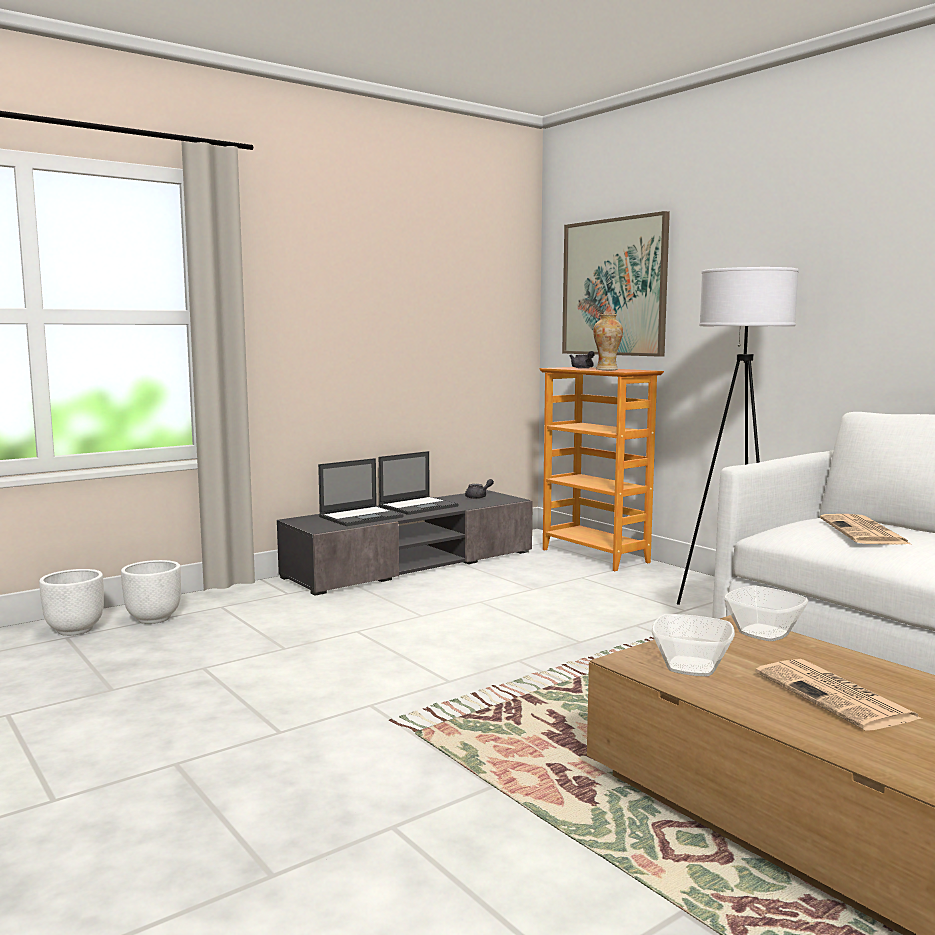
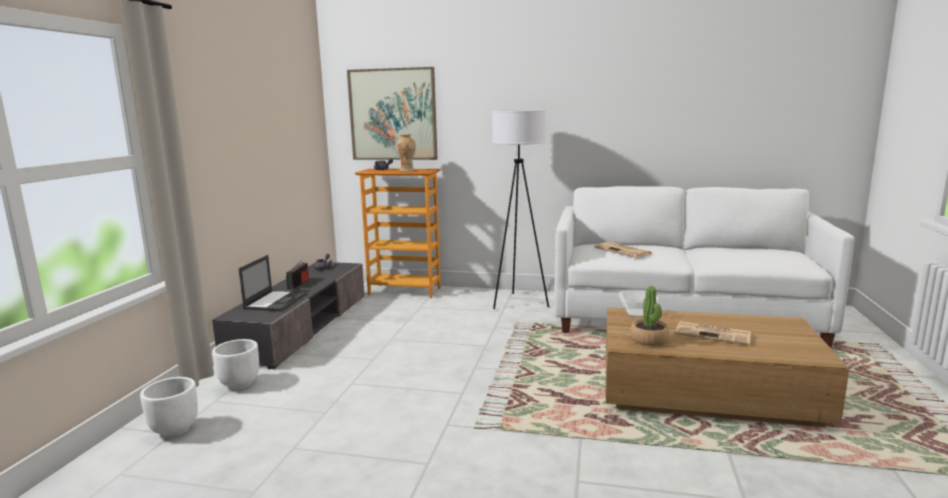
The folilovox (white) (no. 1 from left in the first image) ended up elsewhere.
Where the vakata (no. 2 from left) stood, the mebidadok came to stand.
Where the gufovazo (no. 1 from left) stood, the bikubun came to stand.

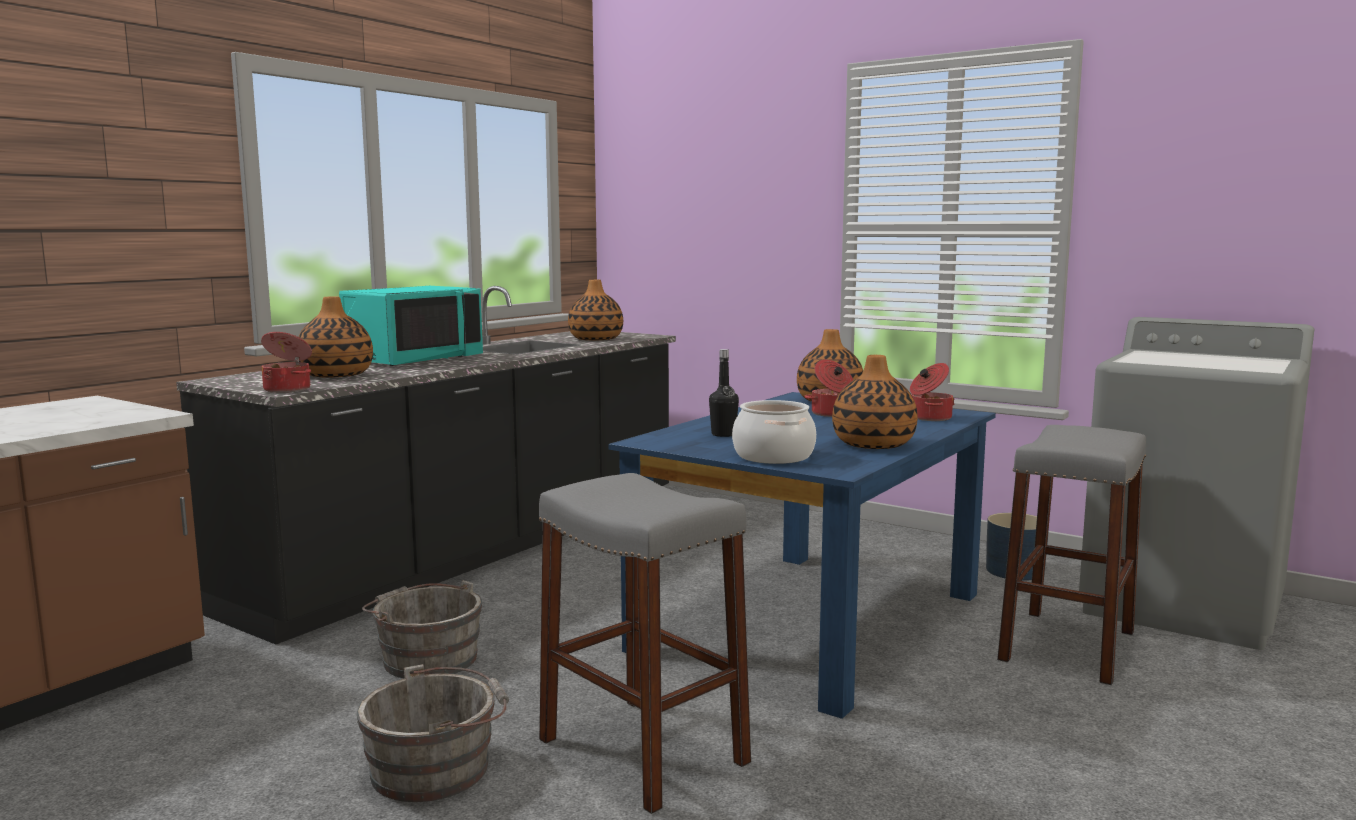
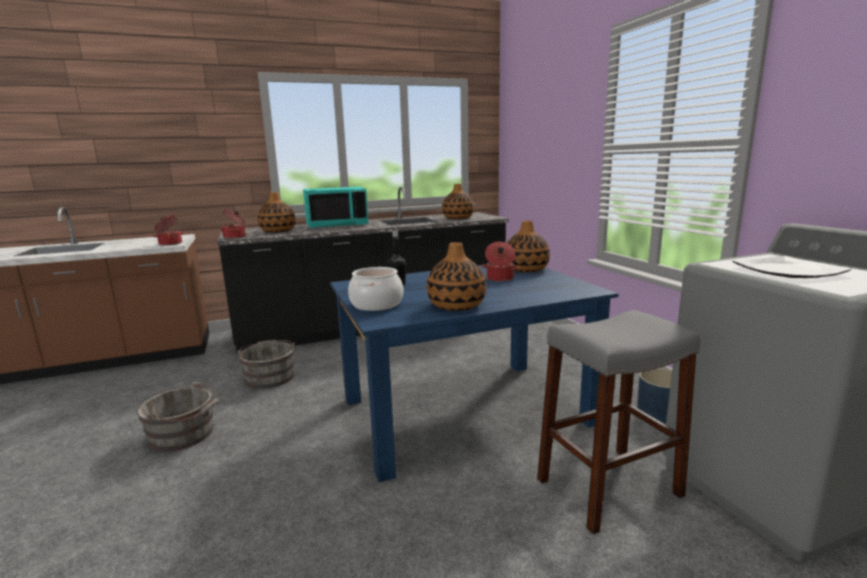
The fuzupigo (no. 4 from left in the first image) ended up elsewhere.
The second view gained the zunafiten.
The second view lost the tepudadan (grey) (no. 1 from left).

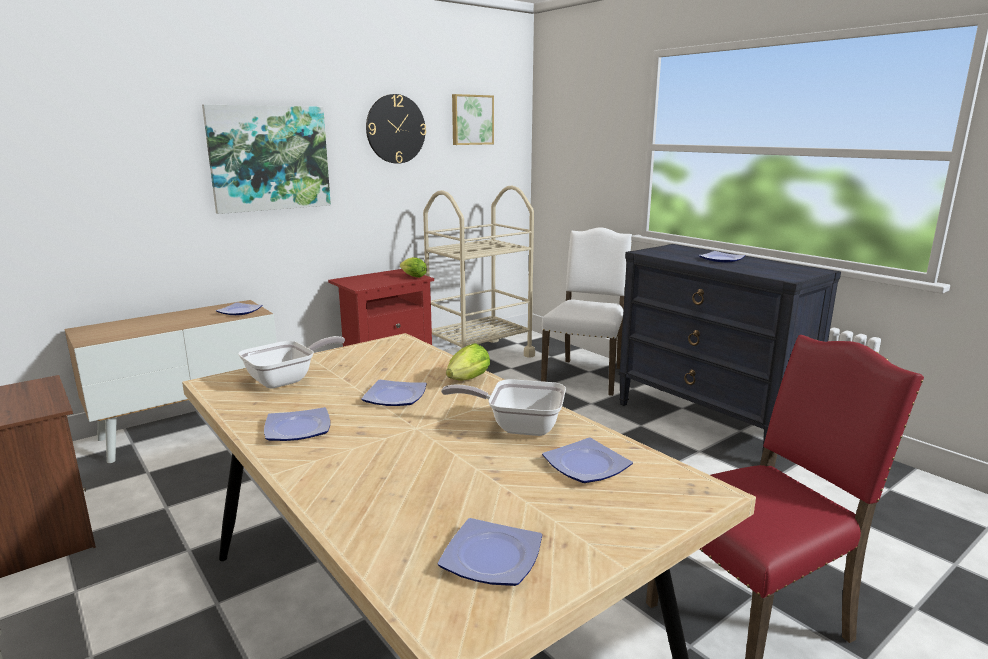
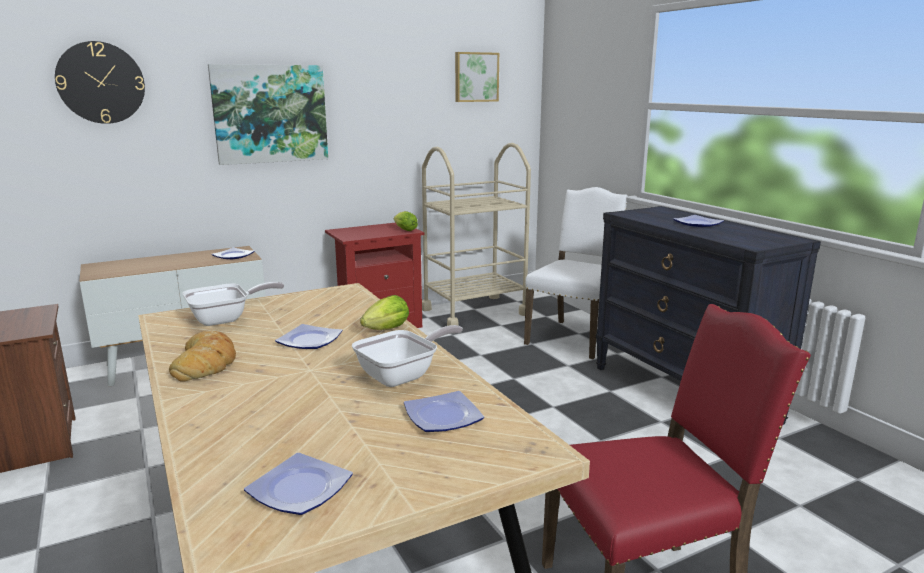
The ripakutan ended up elsewhere.
Where the zunafiten (no. 2 from left) stood, the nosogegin came to stand.
The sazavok (no. 2 from left) ended up facing another way, 120 degrees clockwise from before.

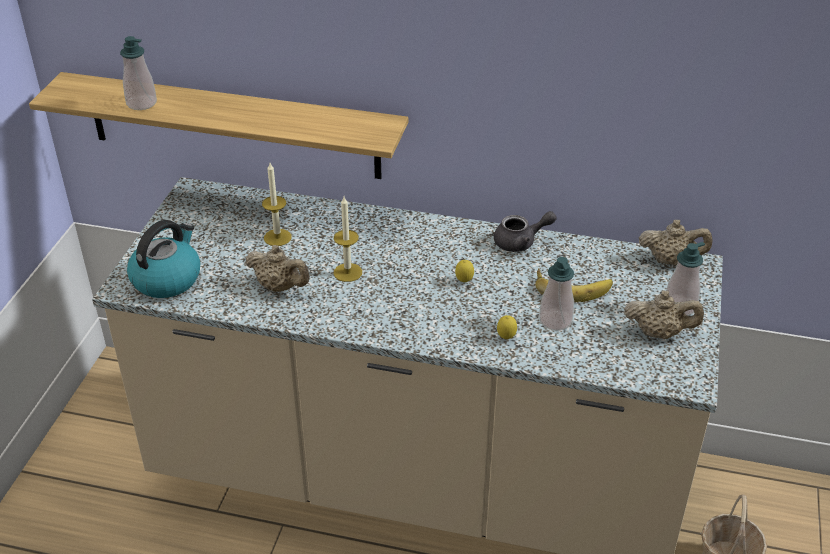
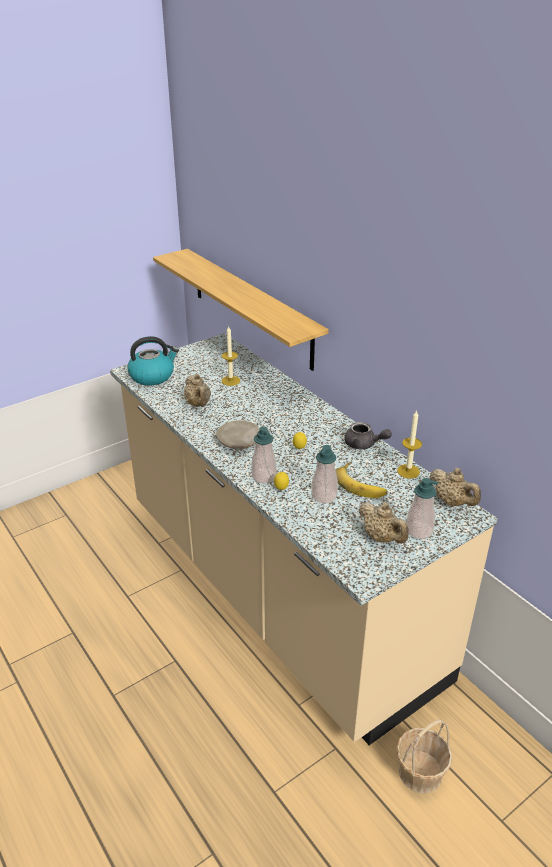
The second view gained the zunafiten (beige).
The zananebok (no. 1 from left) ended up elsewhere.
The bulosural (no. 2 from left) ended up elsewhere.

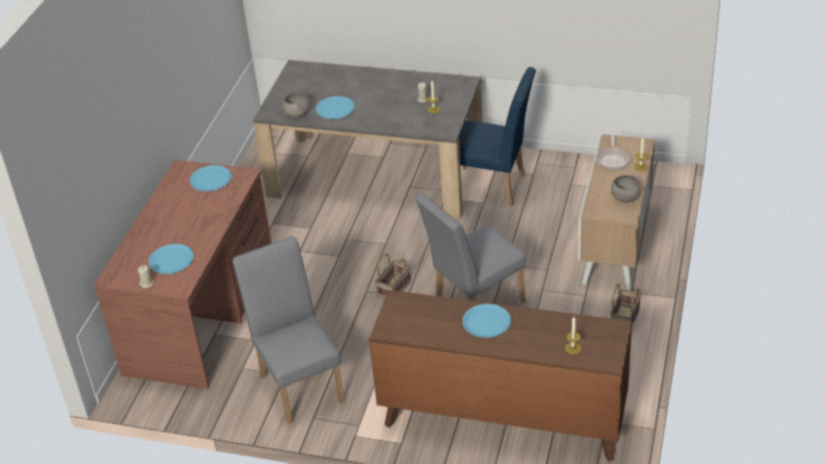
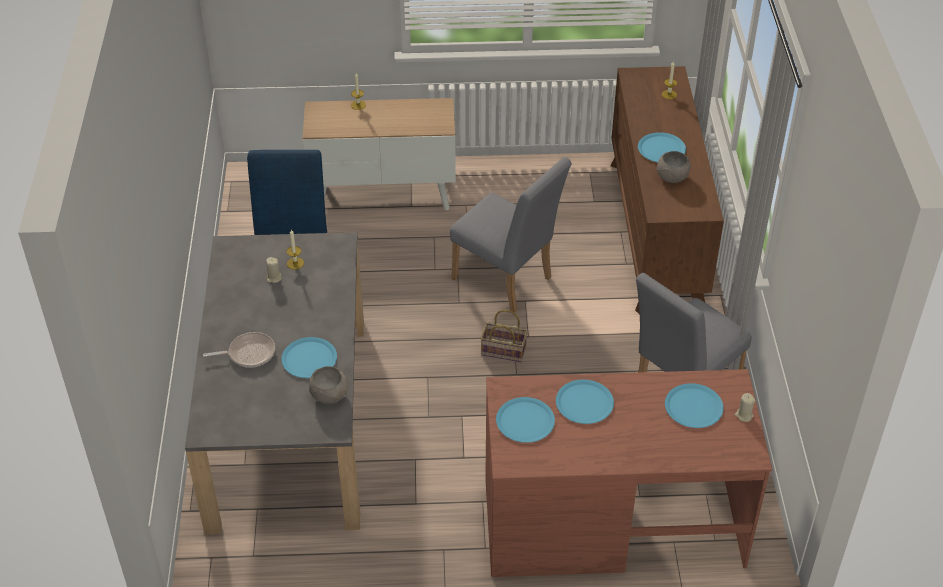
The sazavok ended up elsewhere.
The second view gained the zunafiten (blue) (no. 3 from left).
The gufovazo (grey) (no. 2 from left) ended up elsewhere.
The second view lost the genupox (no. 2 from left).

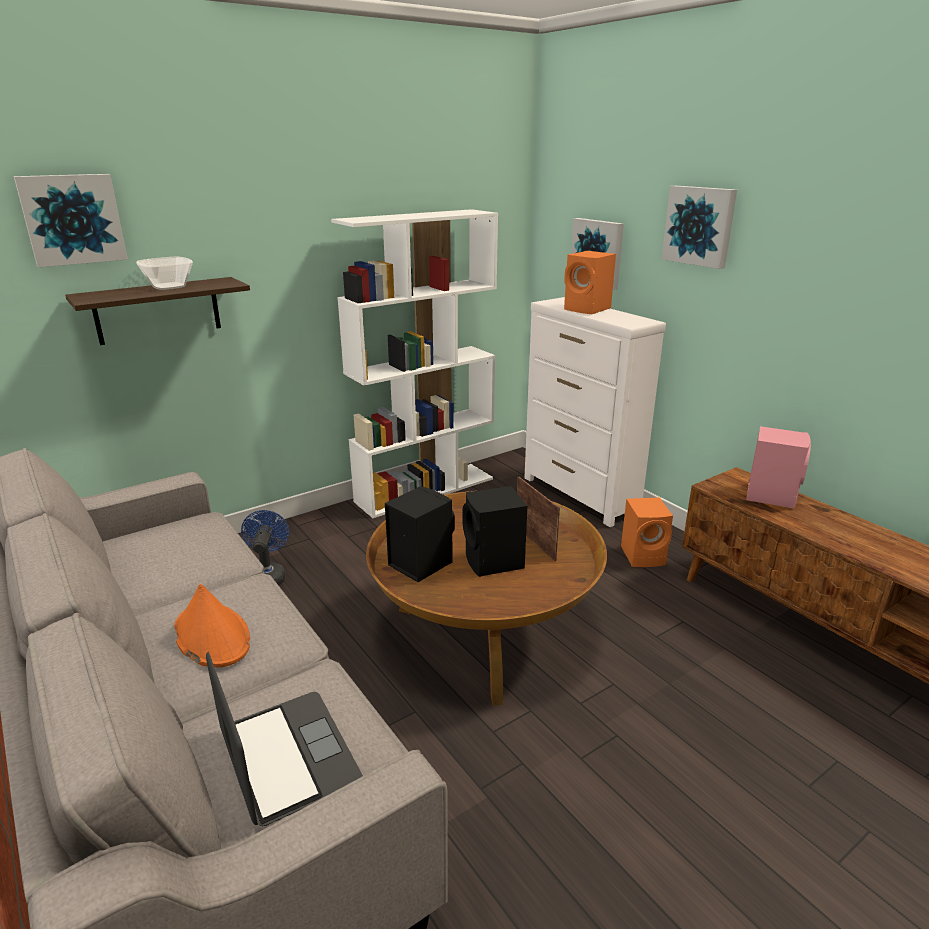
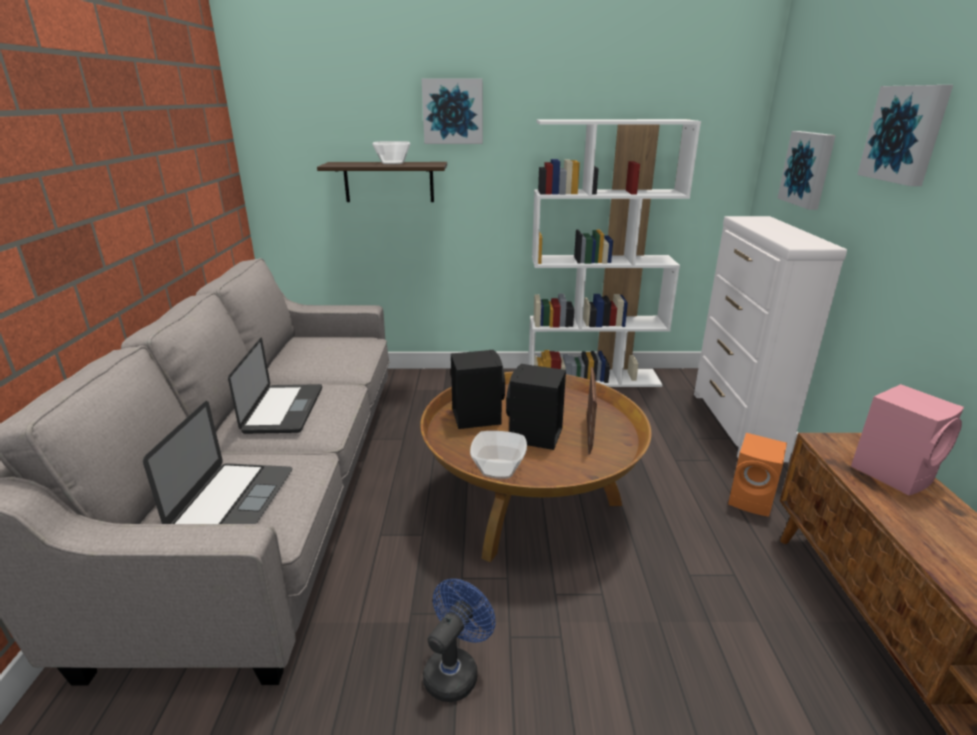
Where the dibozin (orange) stood, the vakata (no. 2 from left) came to stand.
The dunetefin (no. 1 from left) ended up elsewhere.
The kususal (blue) ended up elsewhere.
The second view gained the gufovazo (no. 2 from left).
The second view lost the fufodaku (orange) (no. 1 from left).

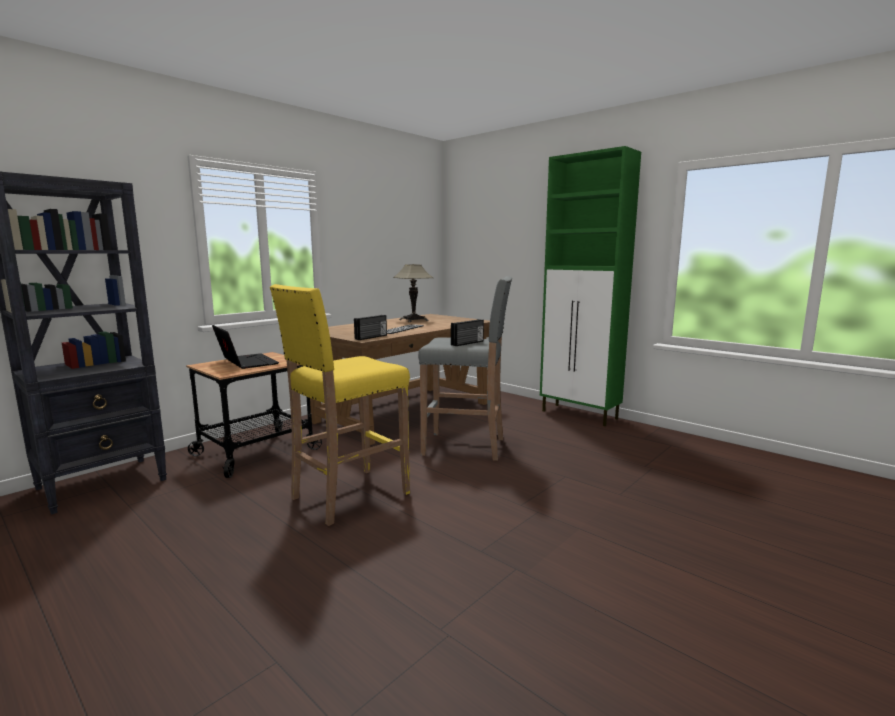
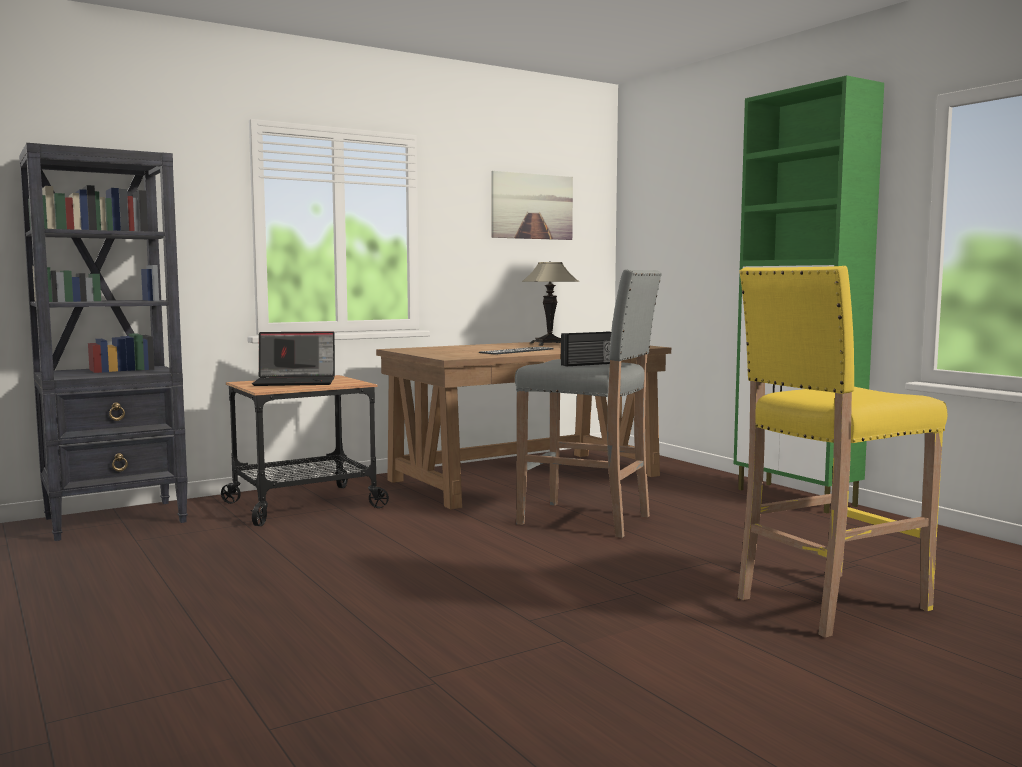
The vakata ended up facing another way, 105 degrees clockwise from before.
The second view gained the dunetefin.
The tepudadan (yellow) ended up elsewhere.
The second view lost the mebidadok (no. 1 from left).

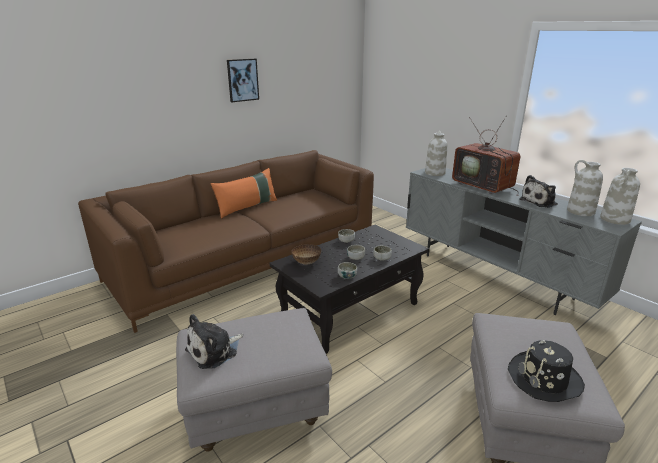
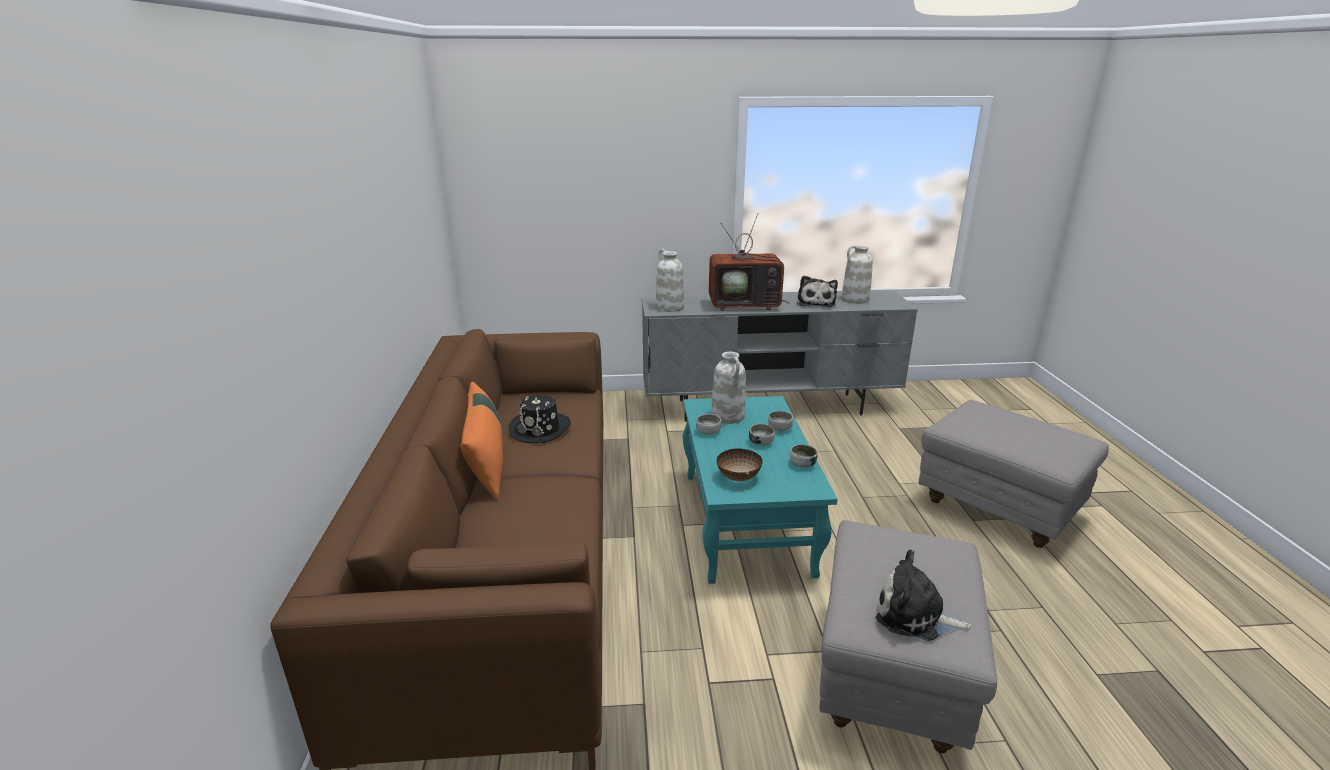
The dibozin (black) ended up elsewhere.
What was the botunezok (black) turned into the botunezok (turquoise).
The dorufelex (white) (no. 3 from left in the first image) ended up elsewhere.
The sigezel (no. 1 from left in the first image) ended up facing another way, 120 degrees clockwise from before.
The second view lost the dunetefin.

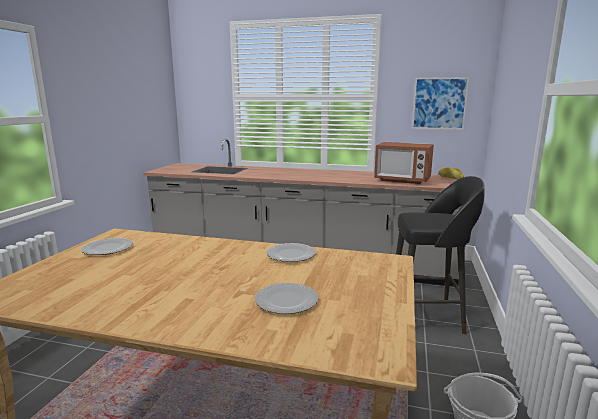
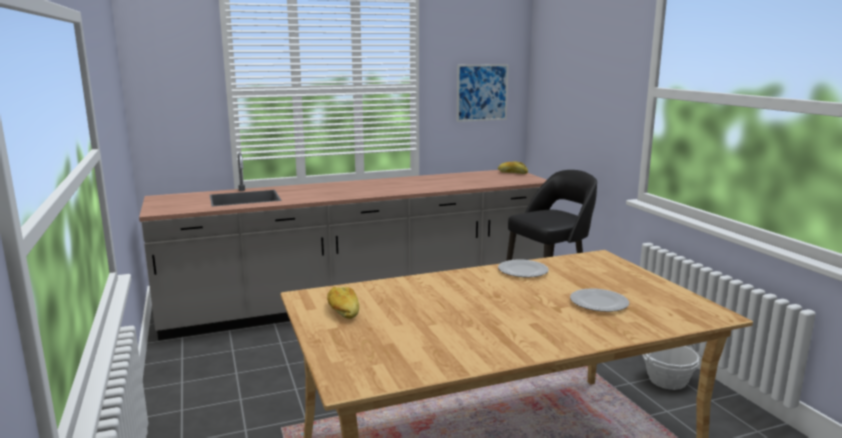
Where the zunafiten (no. 1 from left) stood, the nosogegin (no. 1 from left) came to stand.
The second view lost the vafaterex.

